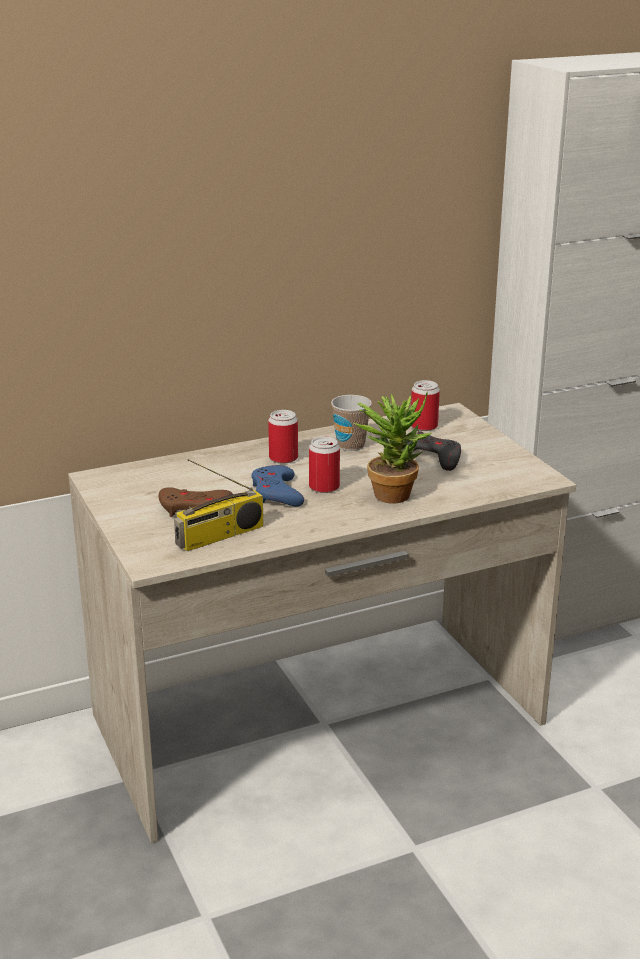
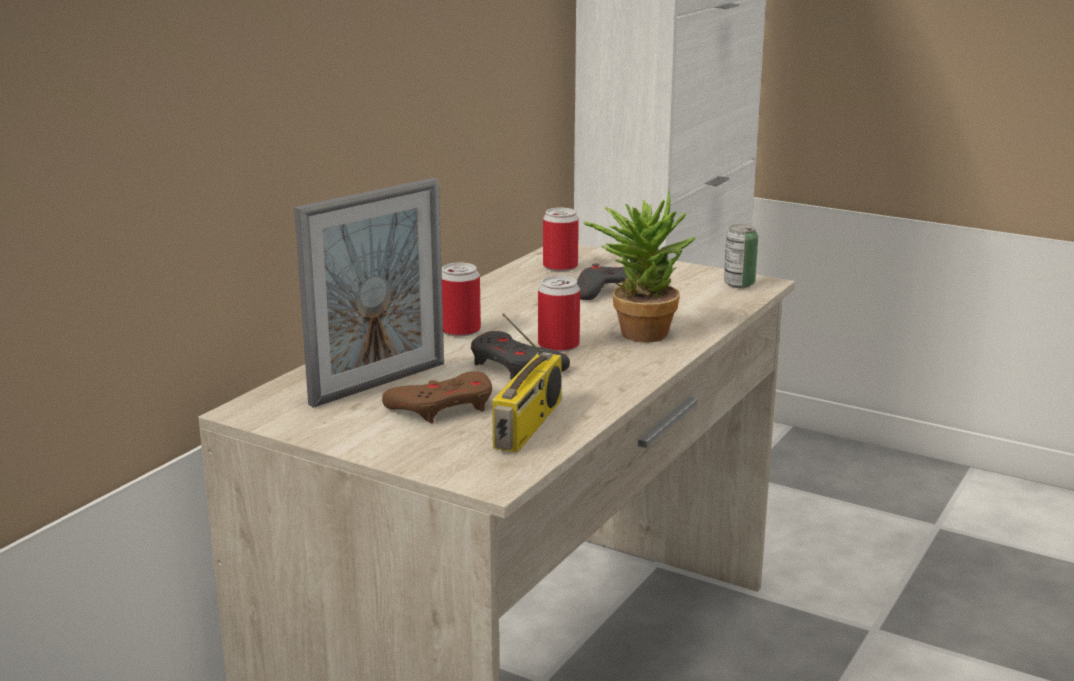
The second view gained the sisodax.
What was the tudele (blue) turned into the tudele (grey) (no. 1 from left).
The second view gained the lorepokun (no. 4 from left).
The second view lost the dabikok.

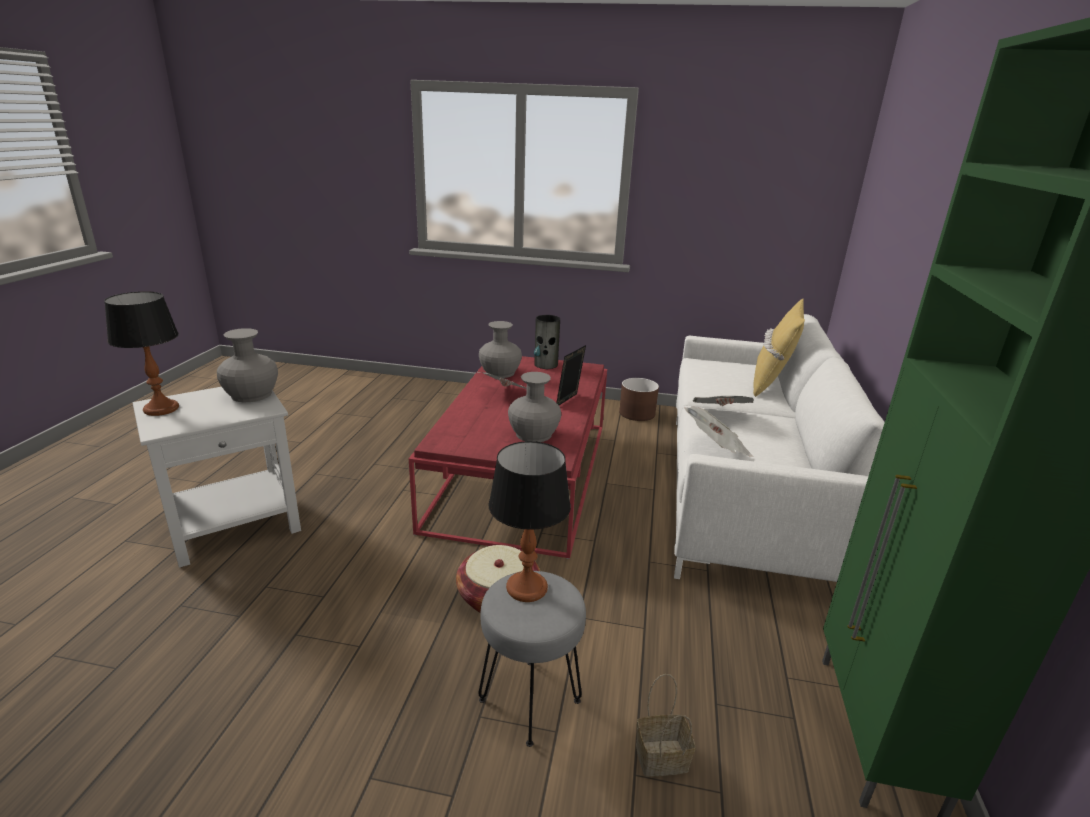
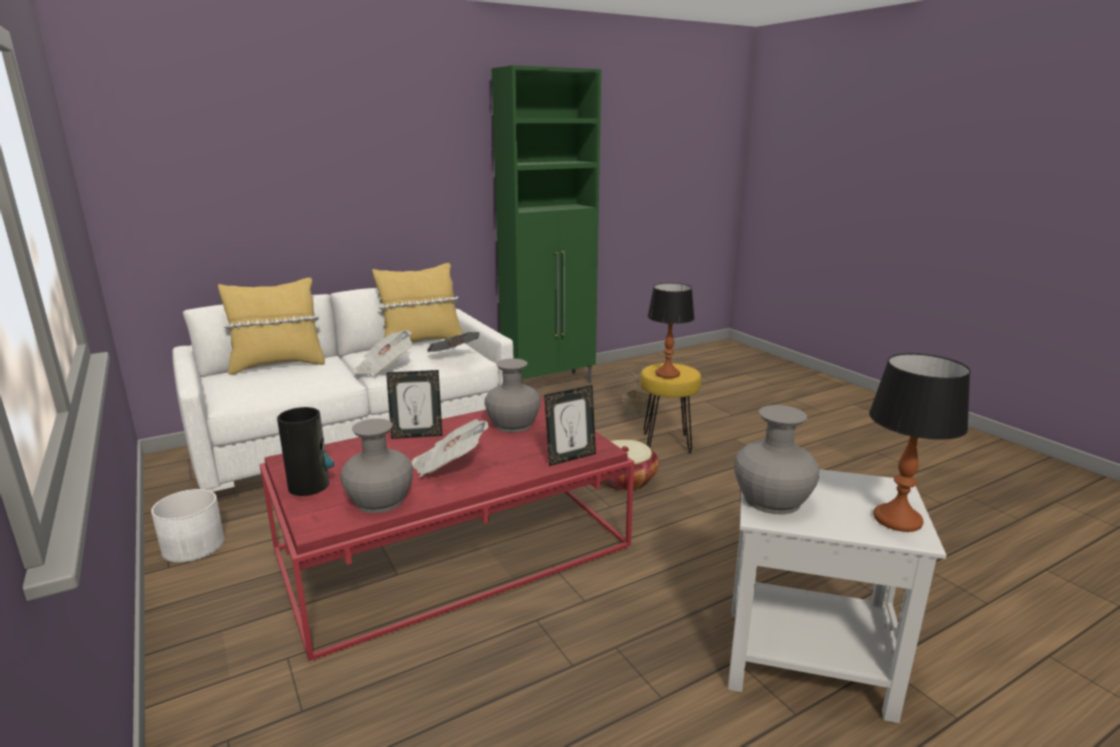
What was the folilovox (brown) turned into the folilovox (white).
The second view gained the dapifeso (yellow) (no. 2 from left).
The second view gained the sisodax (no. 2 from left).
What was the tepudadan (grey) turned into the tepudadan (yellow).

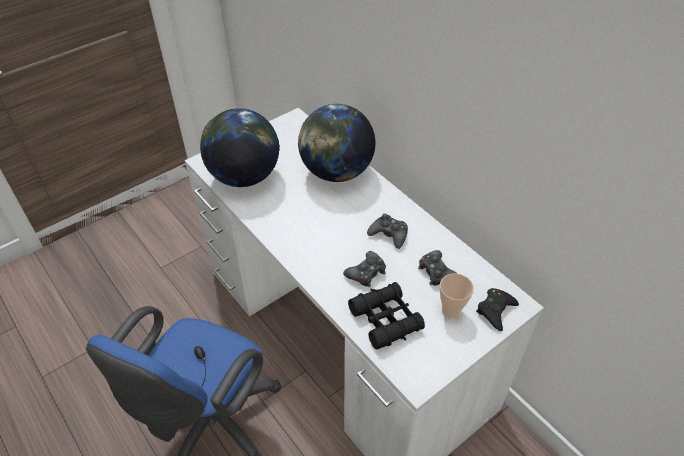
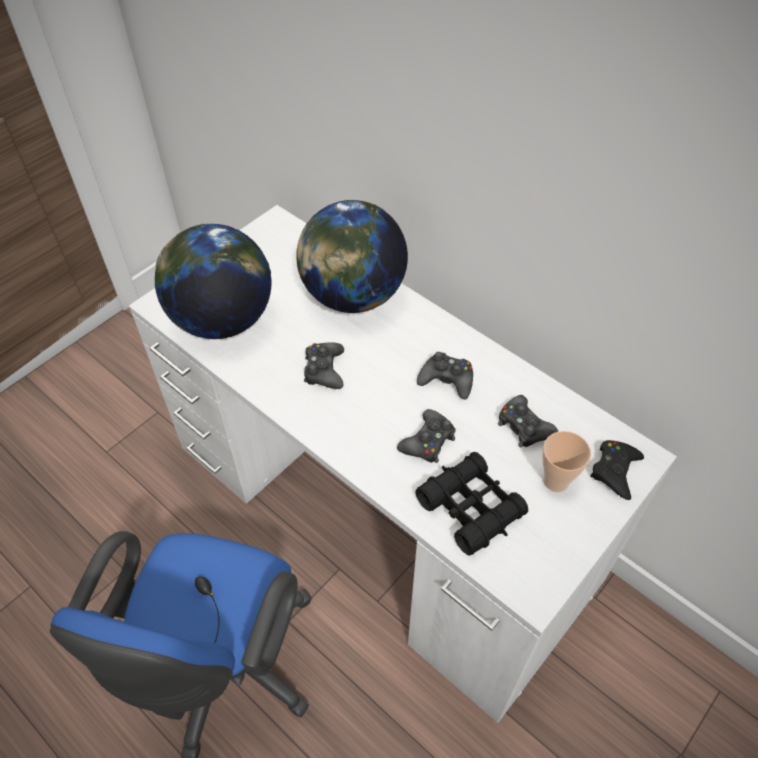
The second view gained the tudele (black) (no. 1 from left).

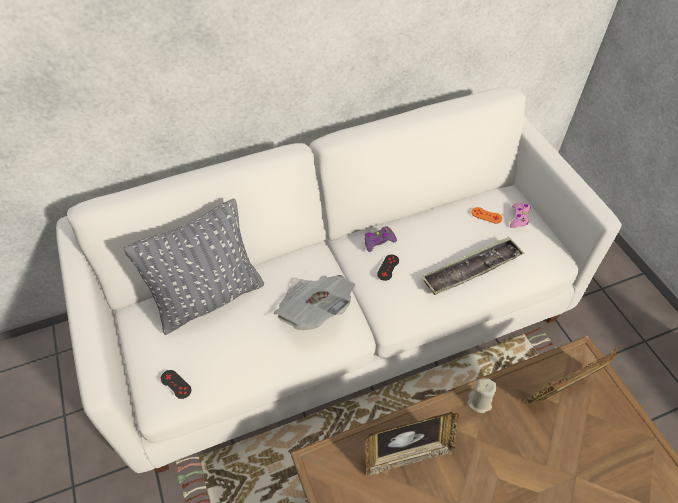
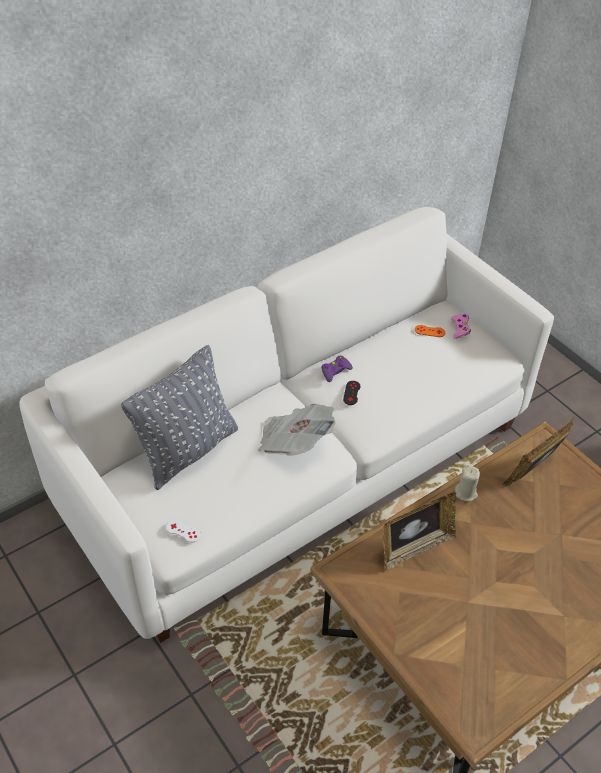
What was the tudele (black) (no. 1 from left) turned into the tudele (white).
The second view lost the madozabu.

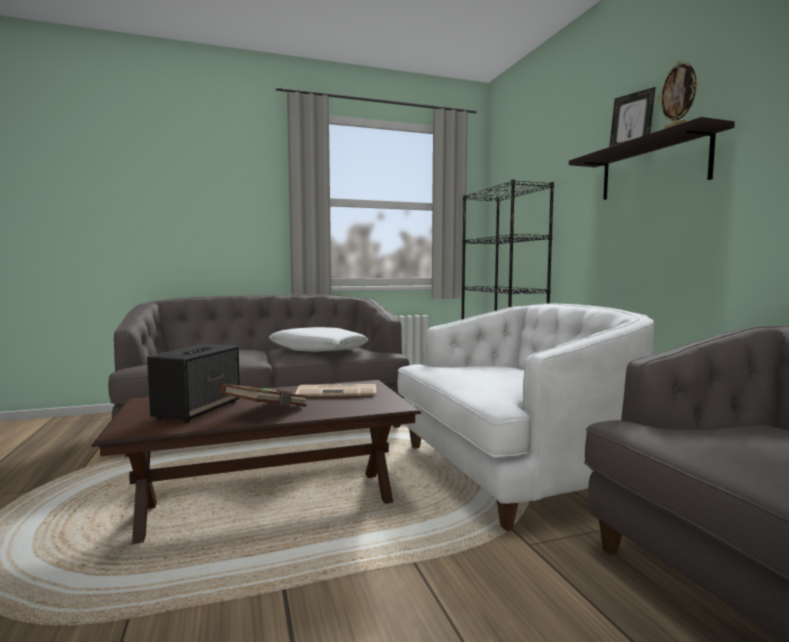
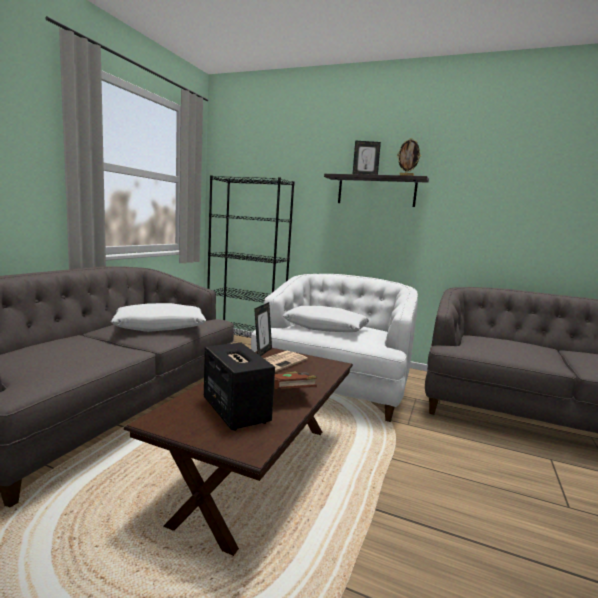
The second view gained the sisodax (no. 1 from left).
The second view gained the dapifeso (white) (no. 2 from left).

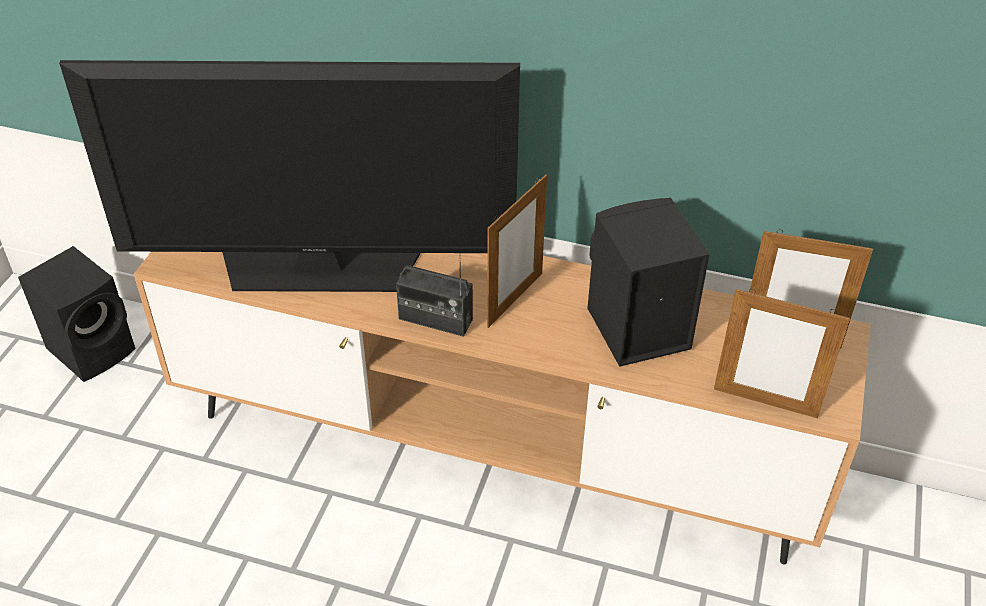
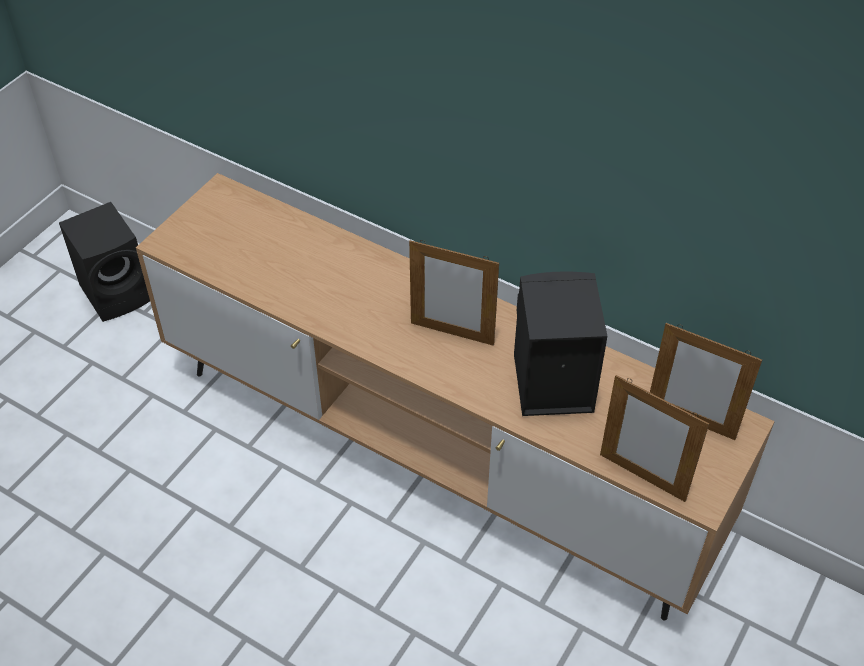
The sisodax (no. 1 from left) ended up facing another way, 60 degrees clockwise from before.
The second view lost the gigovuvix.
The second view lost the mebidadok.

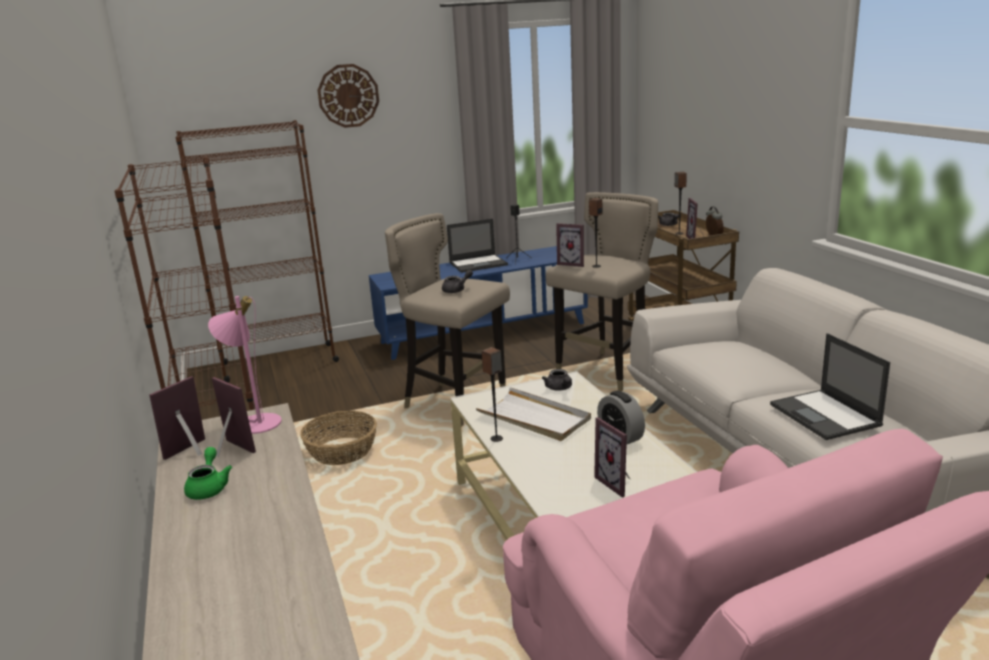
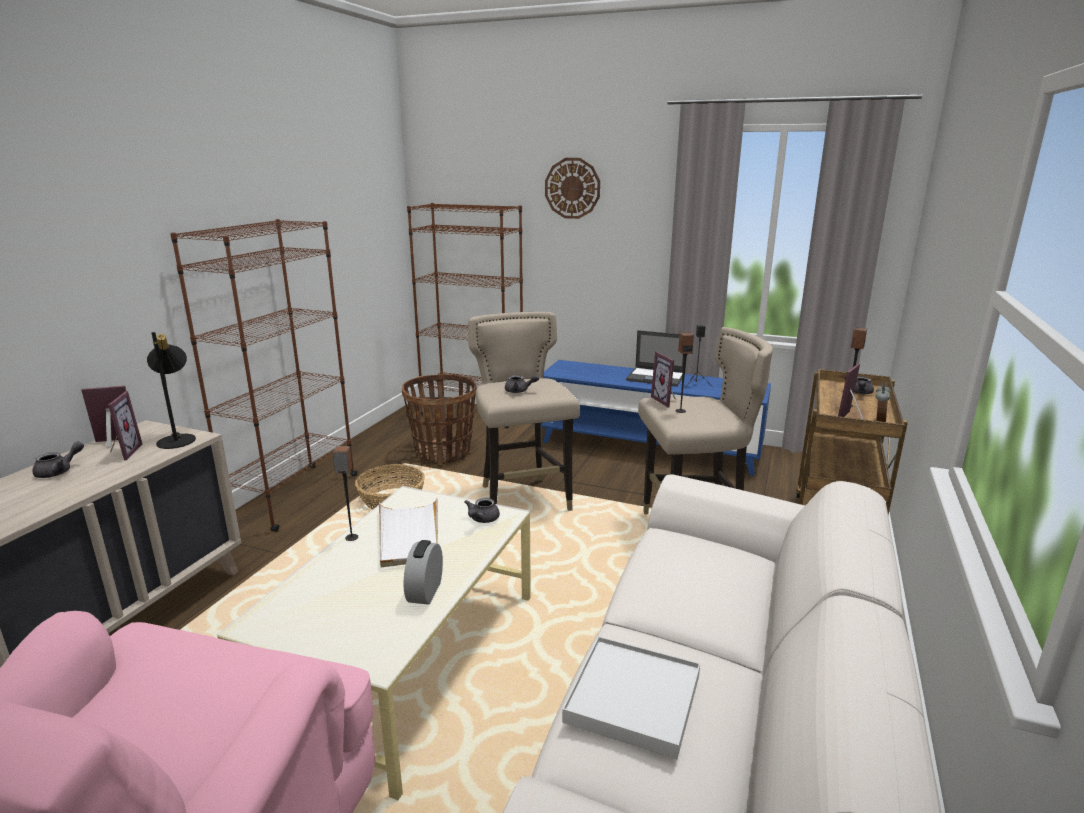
What was the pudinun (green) turned into the pudinun (grey) (no. 1 from left).
What was the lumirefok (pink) turned into the lumirefok (black).
The second view gained the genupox (no. 2 from left).
Where the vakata (no. 2 from left) stood, the madozabu (white) (no. 2 from left) came to stand.
The second view lost the sisodax (no. 4 from left).

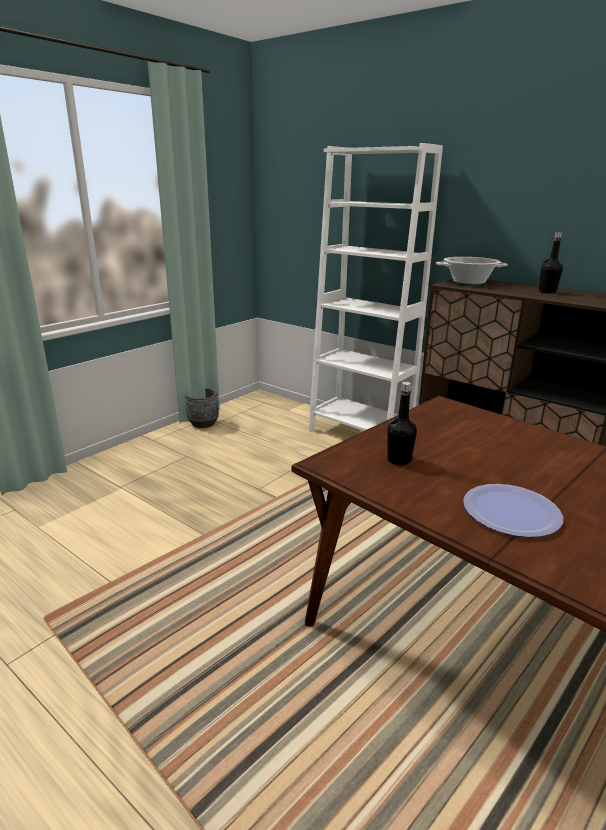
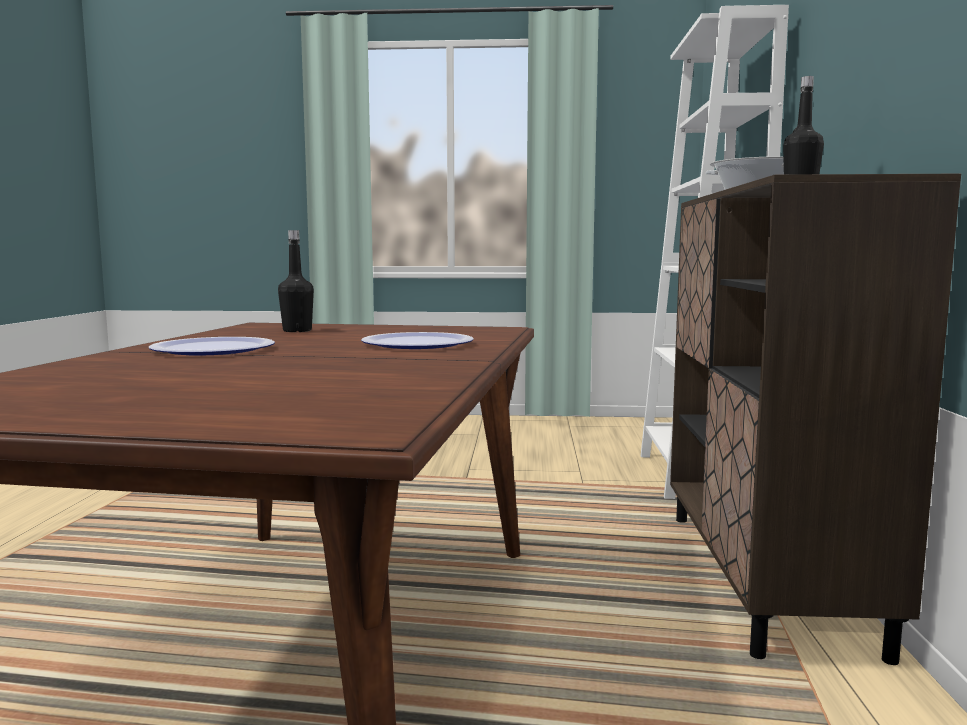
The second view gained the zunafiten (no. 2 from left).
The second view lost the folilovox (grey).

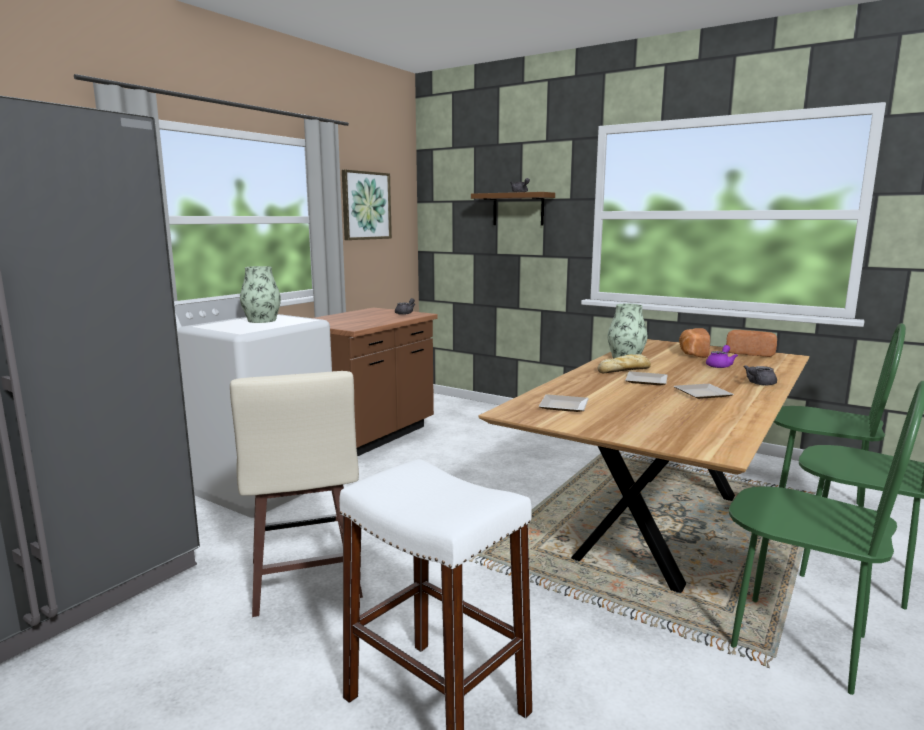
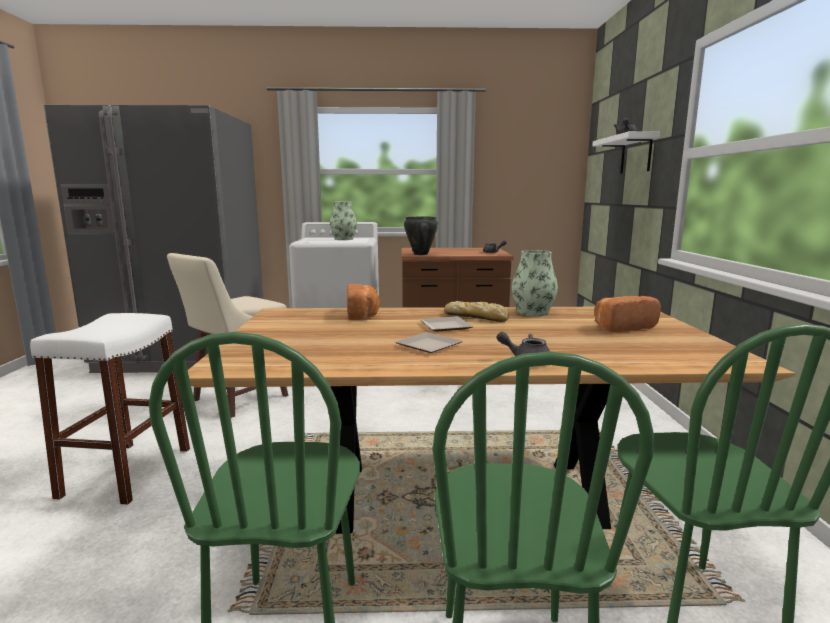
The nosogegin (no. 3 from left in the first image) ended up elsewhere.
The second view gained the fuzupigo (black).
What was the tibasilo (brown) turned into the tibasilo (white).
The second view lost the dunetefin.
The second view lost the zunafiten (no. 1 from left).
The second view lost the pudinun (purple).

